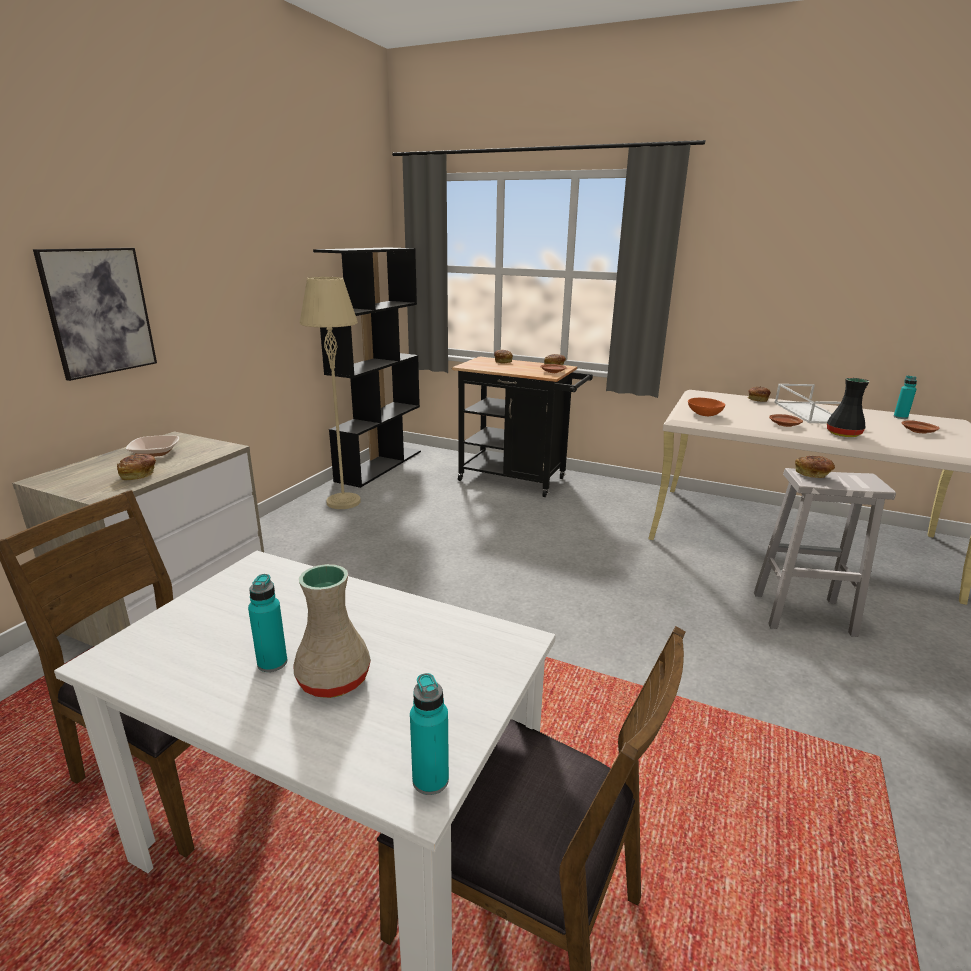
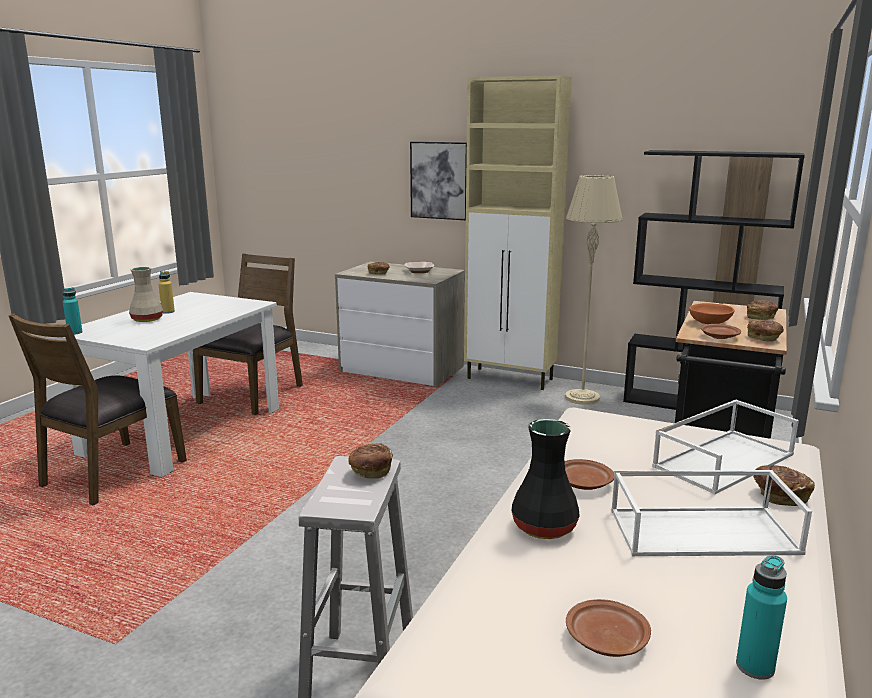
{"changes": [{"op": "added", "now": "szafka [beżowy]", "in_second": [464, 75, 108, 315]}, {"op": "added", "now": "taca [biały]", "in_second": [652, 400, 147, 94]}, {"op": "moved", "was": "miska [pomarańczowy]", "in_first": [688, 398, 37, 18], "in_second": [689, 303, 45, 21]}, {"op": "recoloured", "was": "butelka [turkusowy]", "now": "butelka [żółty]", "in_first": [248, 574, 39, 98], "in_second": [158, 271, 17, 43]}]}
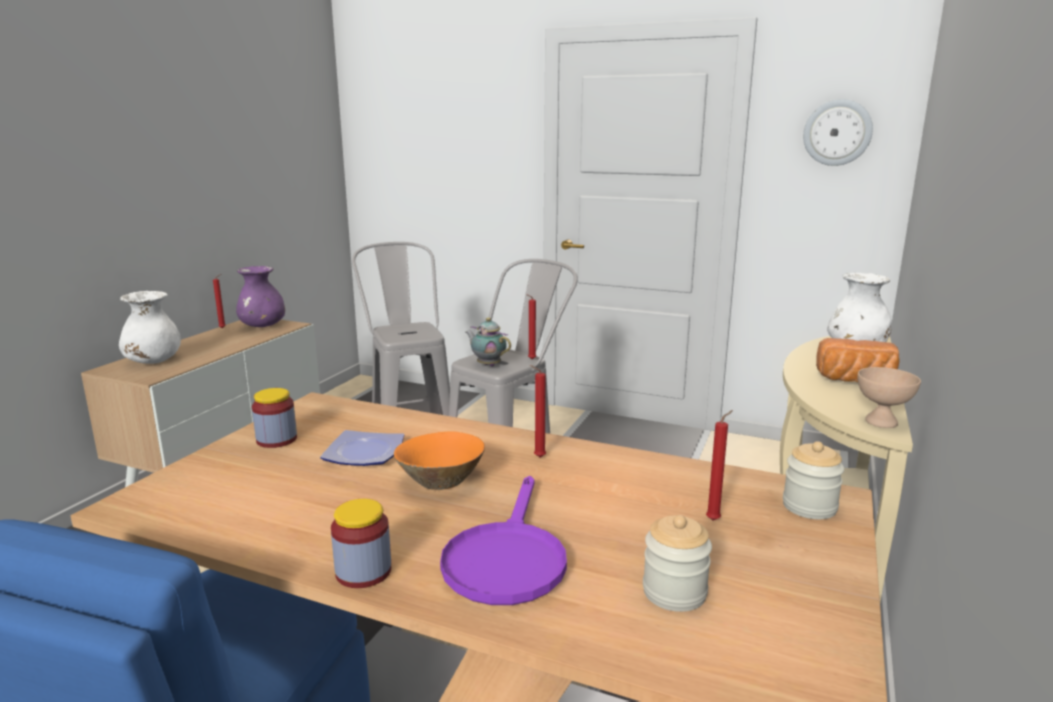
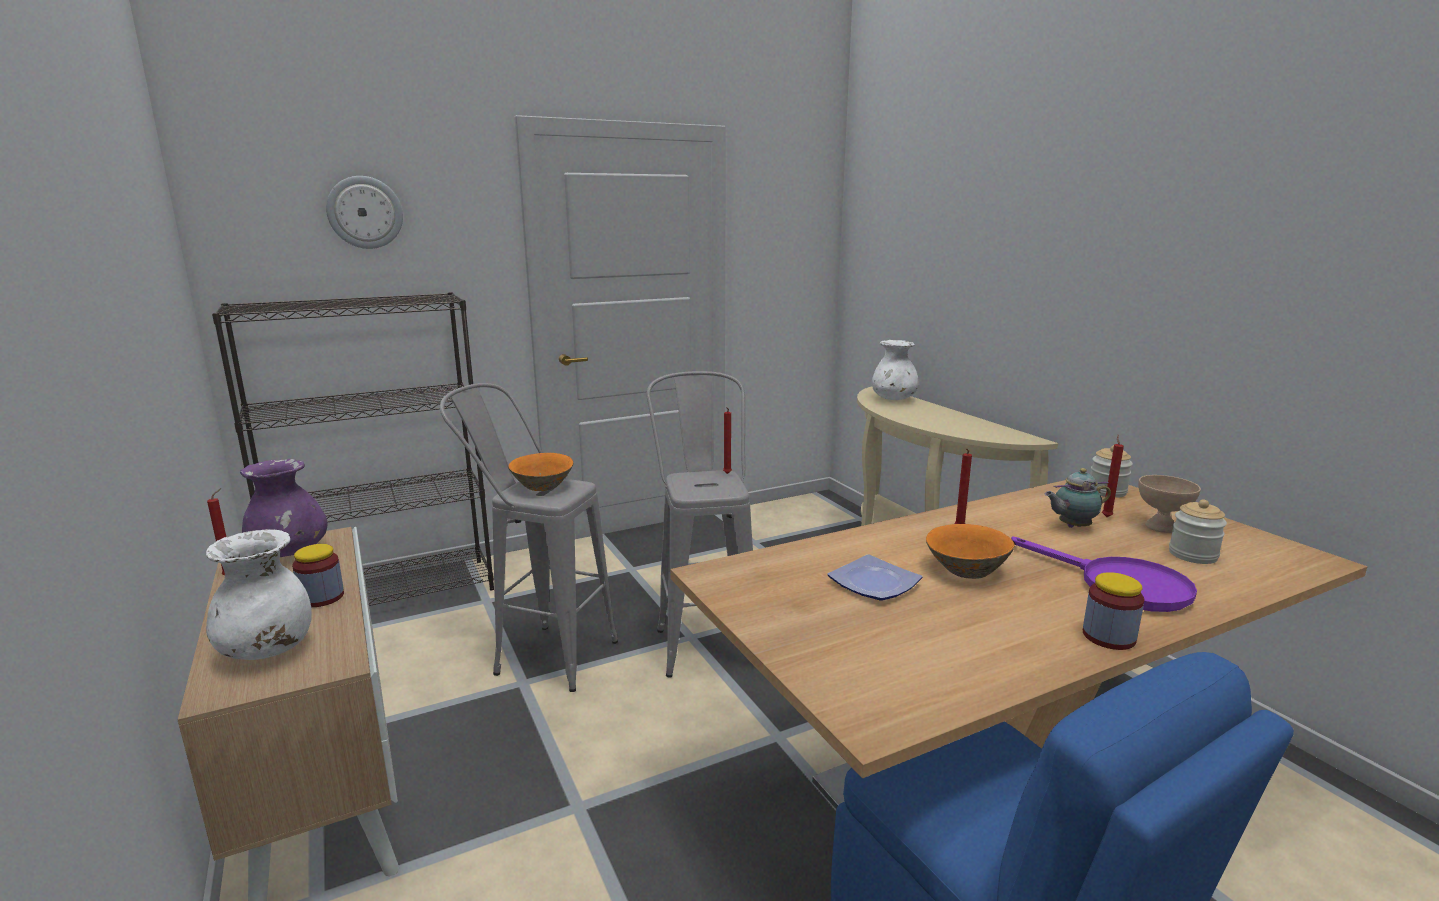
{"changes": [{"op": "removed", "was": "chleb", "in_first": [816, 338, 84, 44]}, {"op": "added", "now": "regał [czarny]", "in_second": [212, 292, 282, 314]}, {"op": "added", "now": "miska [pomarańczowy]", "in_second": [508, 453, 65, 38]}, {"op": "moved", "was": "słoik", "in_first": [252, 388, 45, 60], "in_second": [292, 544, 52, 63]}, {"op": "moved", "was": "imbryk", "in_first": [466, 317, 45, 49], "in_second": [1045, 468, 66, 60]}, {"op": "moved", "was": "zegar ścienny", "in_first": [803, 99, 70, 67], "in_second": [326, 176, 77, 73]}, {"op": "moved", "was": "miska [beżowy]", "in_first": [857, 367, 64, 61], "in_second": [1138, 475, 63, 58]}]}
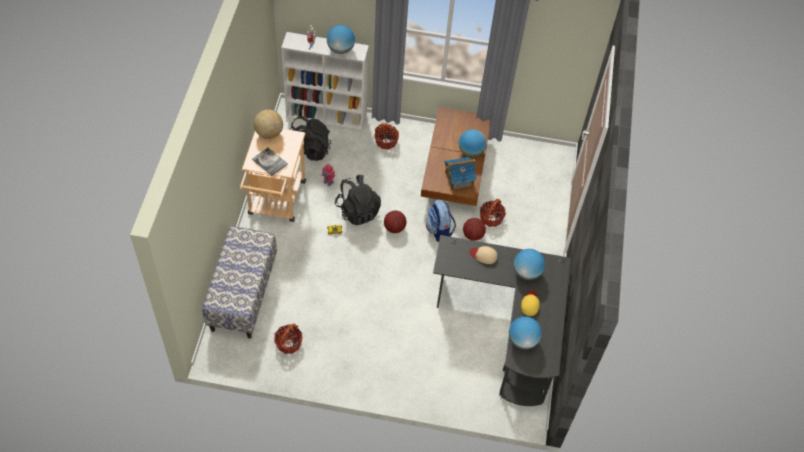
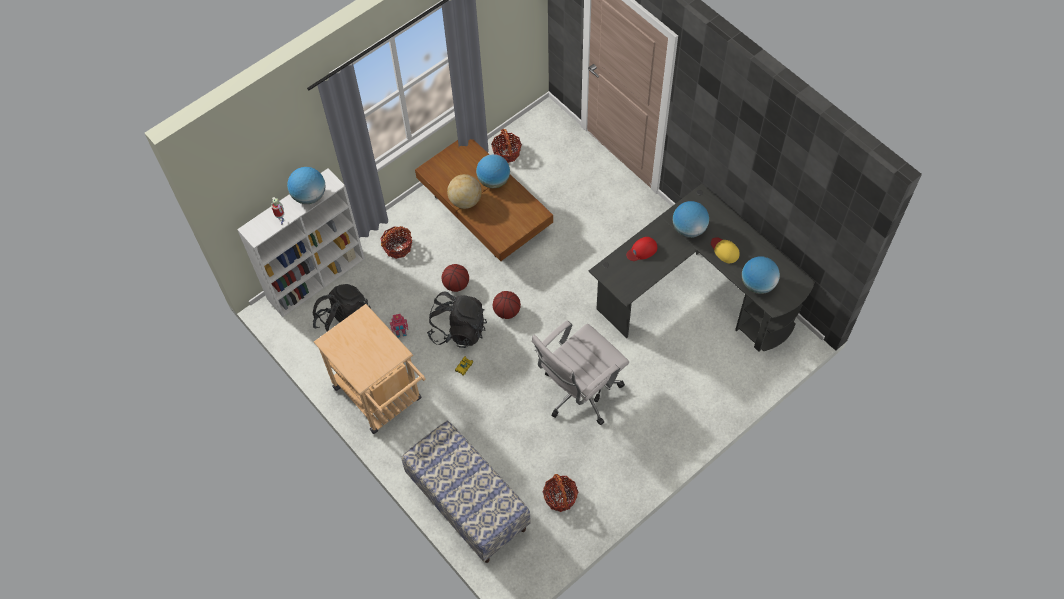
{"changes": [{"op": "removed", "was": "książka", "in_first": [252, 148, 36, 28]}, {"op": "removed", "was": "plecak", "in_first": [426, 200, 30, 42]}, {"op": "removed", "was": "domek", "in_first": [445, 157, 32, 34]}, {"op": "added", "now": "krzesło biurowe [biały]", "in_second": [532, 321, 97, 104]}, {"op": "moved", "was": "globus", "in_first": [254, 110, 29, 29], "in_second": [447, 174, 35, 35]}, {"op": "moved", "was": "piłka do koszykówki", "in_first": [463, 218, 23, 23], "in_second": [442, 264, 27, 28]}, {"op": "moved", "was": "koszyk", "in_first": [480, 199, 26, 28], "in_second": [491, 129, 31, 34]}, {"op": "recoloured", "was": "czapka z daszkiem [beżowy]", "now": "czapka z daszkiem [czerwony]", "in_first": [470, 246, 27, 18], "in_second": [626, 237, 31, 24]}]}
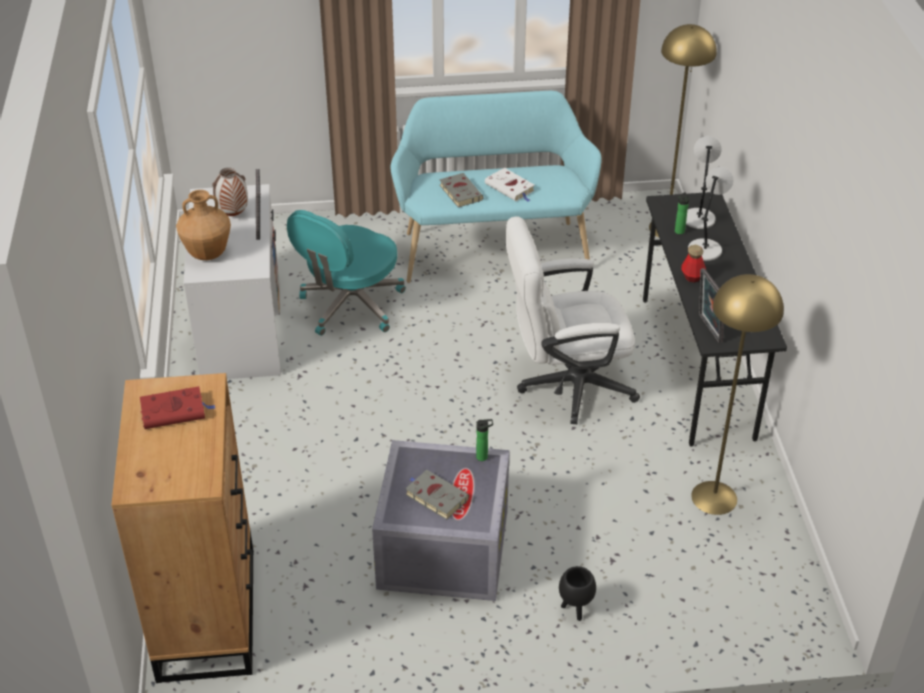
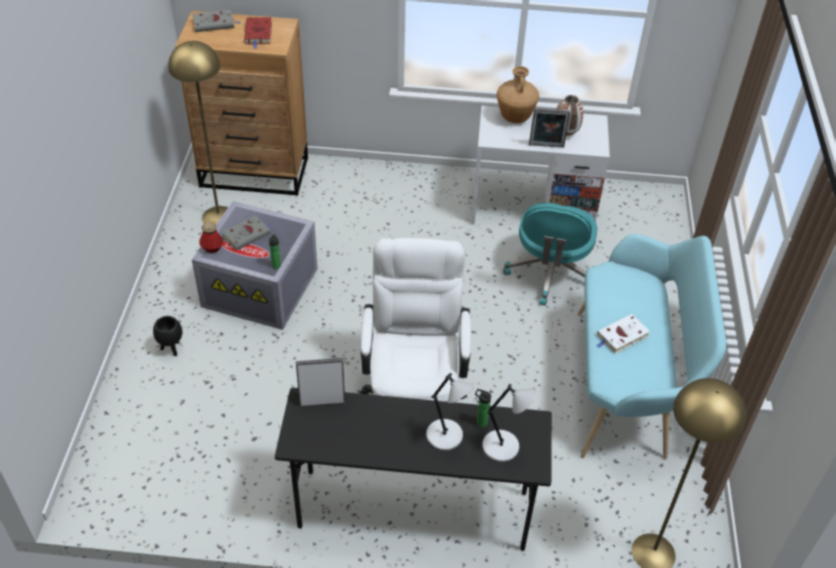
{"changes": [{"op": "moved", "was": "książka [szary]", "in_first": [439, 173, 44, 34], "in_second": [193, 10, 48, 22]}, {"op": "moved", "was": "butelka", "in_first": [681, 245, 25, 38], "in_second": [199, 223, 24, 30]}, {"op": "moved", "was": "lampa stojąca [żółty]", "in_first": [691, 274, 93, 241], "in_second": [168, 41, 60, 184]}, {"op": "turned", "was": "krzesło biurowe [turkusowy]", "in_first": [287, 210, 119, 126], "in_second": [503, 203, 94, 103], "clockwise": -120}]}
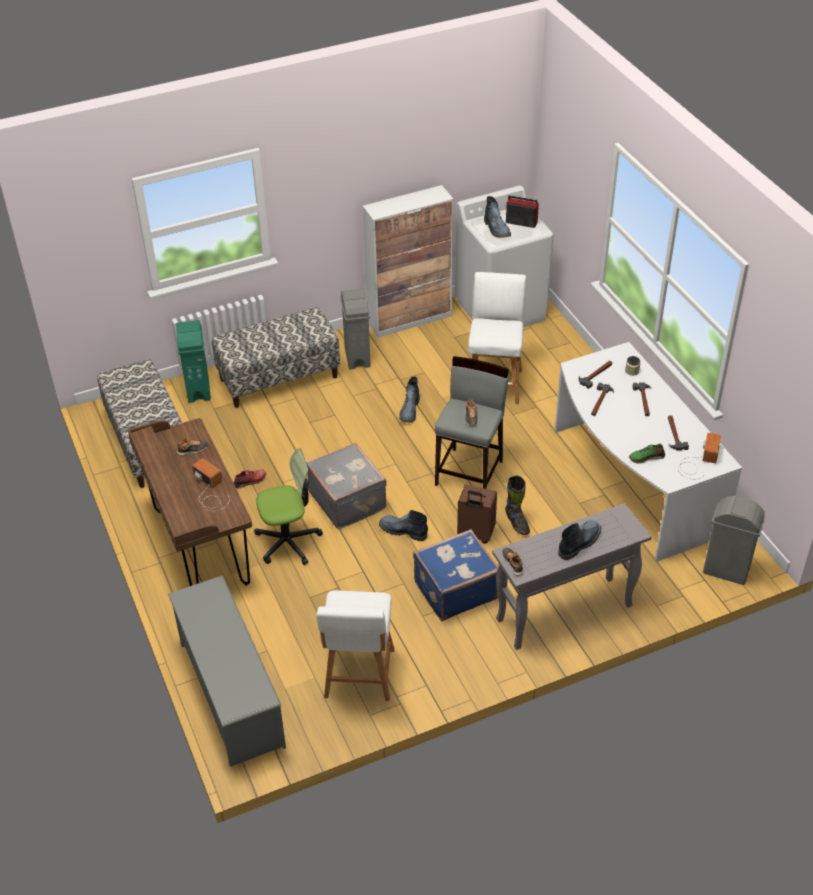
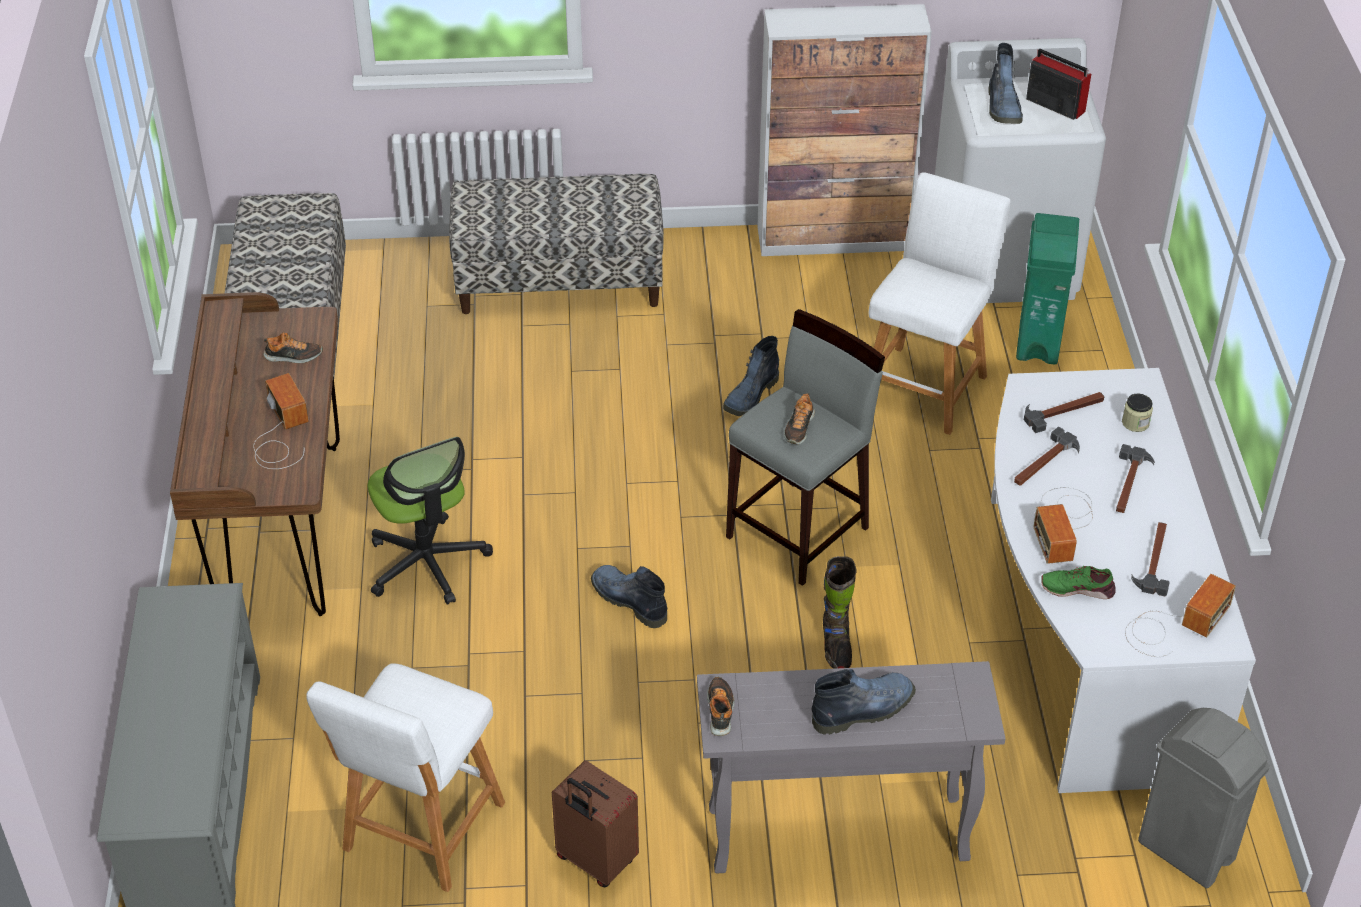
{"changes": [{"op": "removed", "was": "but [czerwony]", "in_first": [234, 470, 32, 18]}, {"op": "removed", "was": "walizka [szary]", "in_first": [307, 443, 80, 86]}, {"op": "removed", "was": "kosz na śmieci [szary]", "in_first": [340, 289, 31, 80]}, {"op": "removed", "was": "walizka [niebieski]", "in_first": [413, 529, 85, 92]}, {"op": "added", "now": "radio", "in_second": [1034, 487, 59, 77]}, {"op": "moved", "was": "kosz na śmieci [zielony]", "in_first": [176, 320, 35, 83], "in_second": [1016, 213, 63, 152]}, {"op": "moved", "was": "walizka [brązowy]", "in_first": [457, 485, 40, 59], "in_second": [552, 760, 87, 127]}, {"op": "turned", "was": "krzesło biurowe", "in_first": [254, 448, 69, 117], "in_second": [368, 437, 125, 168], "clockwise": 60}]}
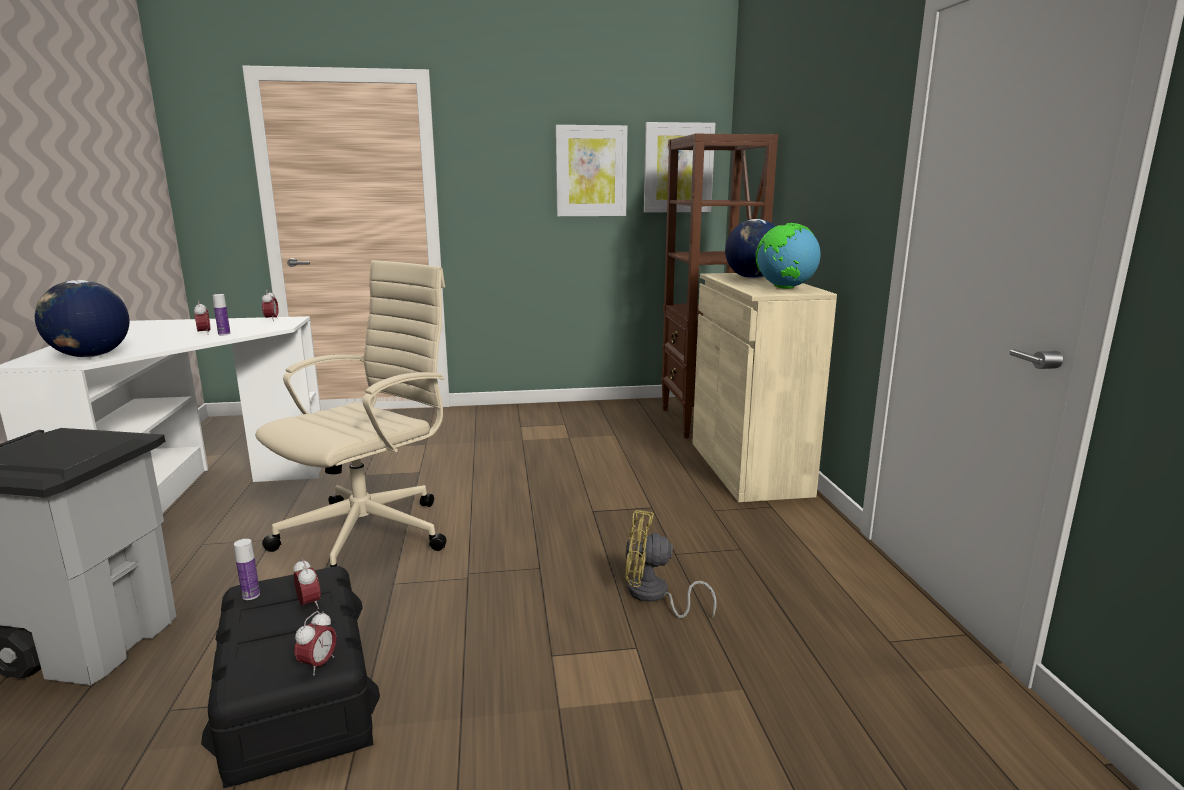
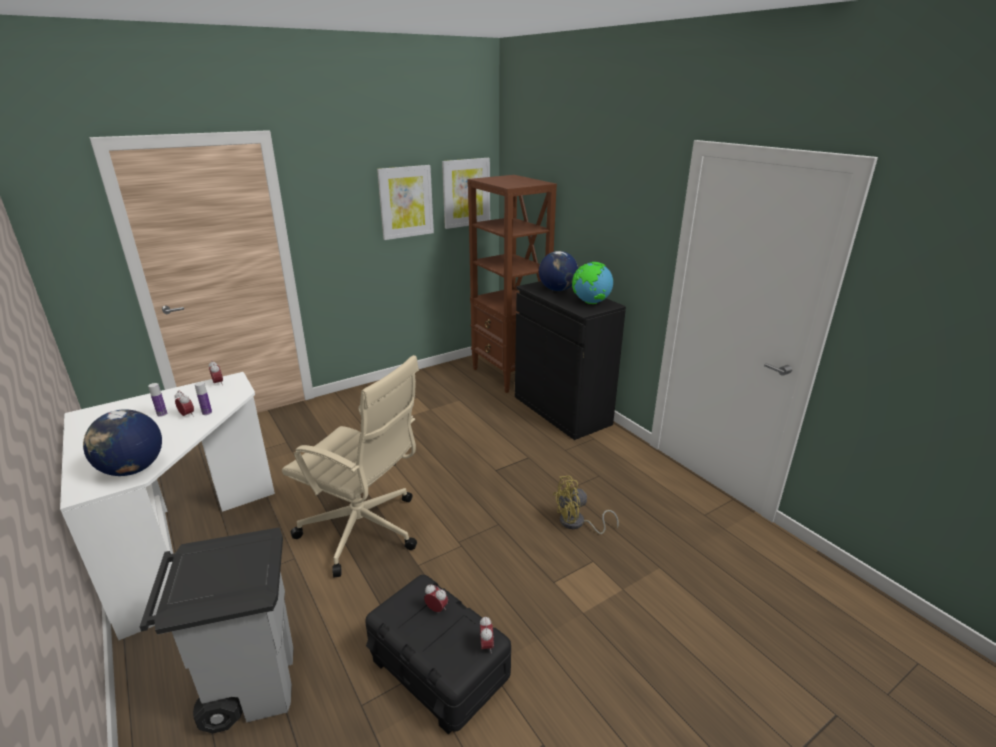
{"changes": [{"op": "moved", "was": "butelka", "in_first": [234, 539, 26, 61], "in_second": [148, 383, 19, 34]}, {"op": "recoloured", "was": "szafka [beżowy]", "now": "szafka [czarny]", "in_first": [692, 273, 145, 229], "in_second": [515, 281, 111, 159]}, {"op": "turned", "was": "krzesło biurowe [beżowy]", "in_first": [255, 260, 192, 307], "in_second": [282, 355, 137, 222], "clockwise": 105}]}
